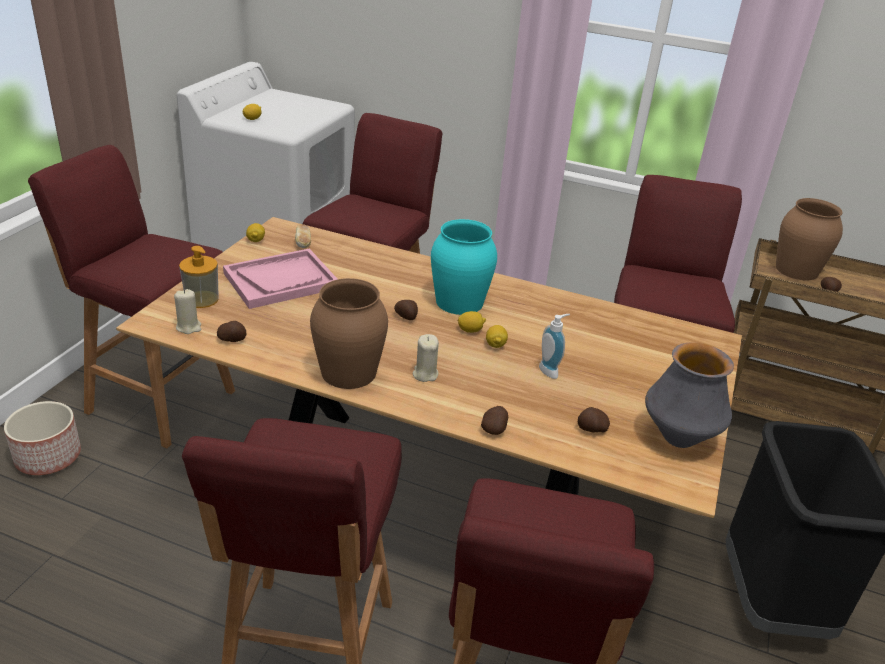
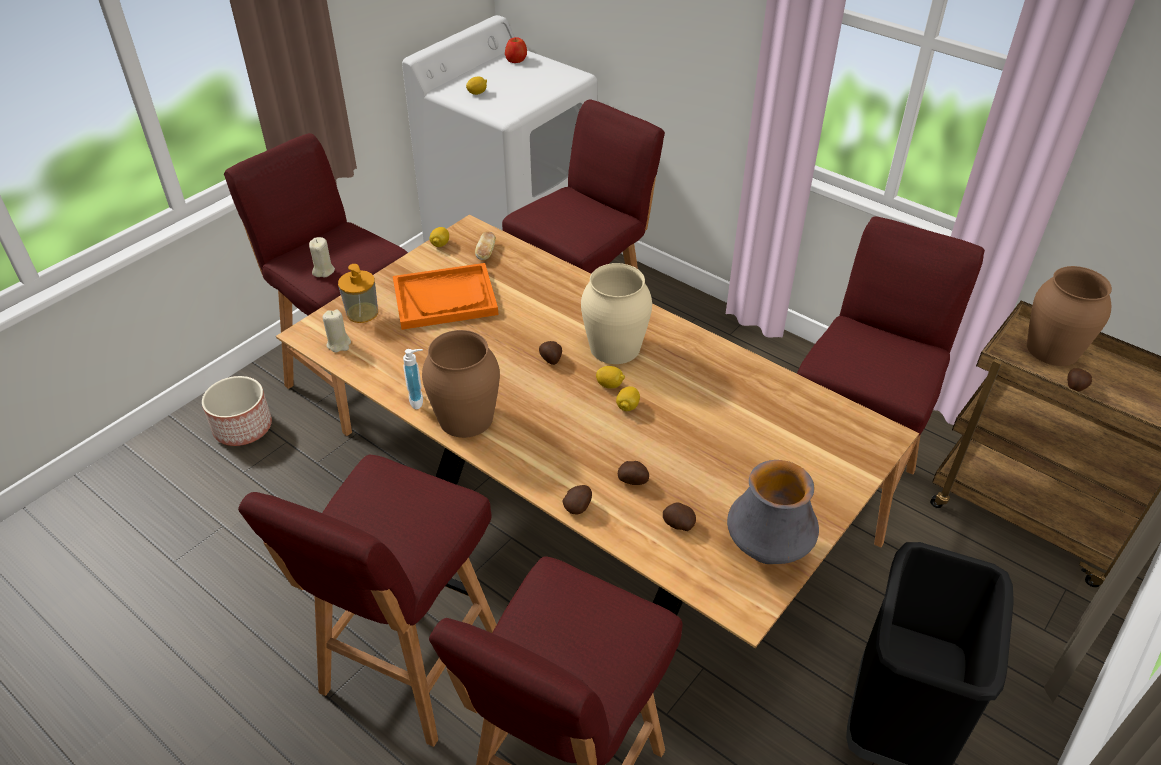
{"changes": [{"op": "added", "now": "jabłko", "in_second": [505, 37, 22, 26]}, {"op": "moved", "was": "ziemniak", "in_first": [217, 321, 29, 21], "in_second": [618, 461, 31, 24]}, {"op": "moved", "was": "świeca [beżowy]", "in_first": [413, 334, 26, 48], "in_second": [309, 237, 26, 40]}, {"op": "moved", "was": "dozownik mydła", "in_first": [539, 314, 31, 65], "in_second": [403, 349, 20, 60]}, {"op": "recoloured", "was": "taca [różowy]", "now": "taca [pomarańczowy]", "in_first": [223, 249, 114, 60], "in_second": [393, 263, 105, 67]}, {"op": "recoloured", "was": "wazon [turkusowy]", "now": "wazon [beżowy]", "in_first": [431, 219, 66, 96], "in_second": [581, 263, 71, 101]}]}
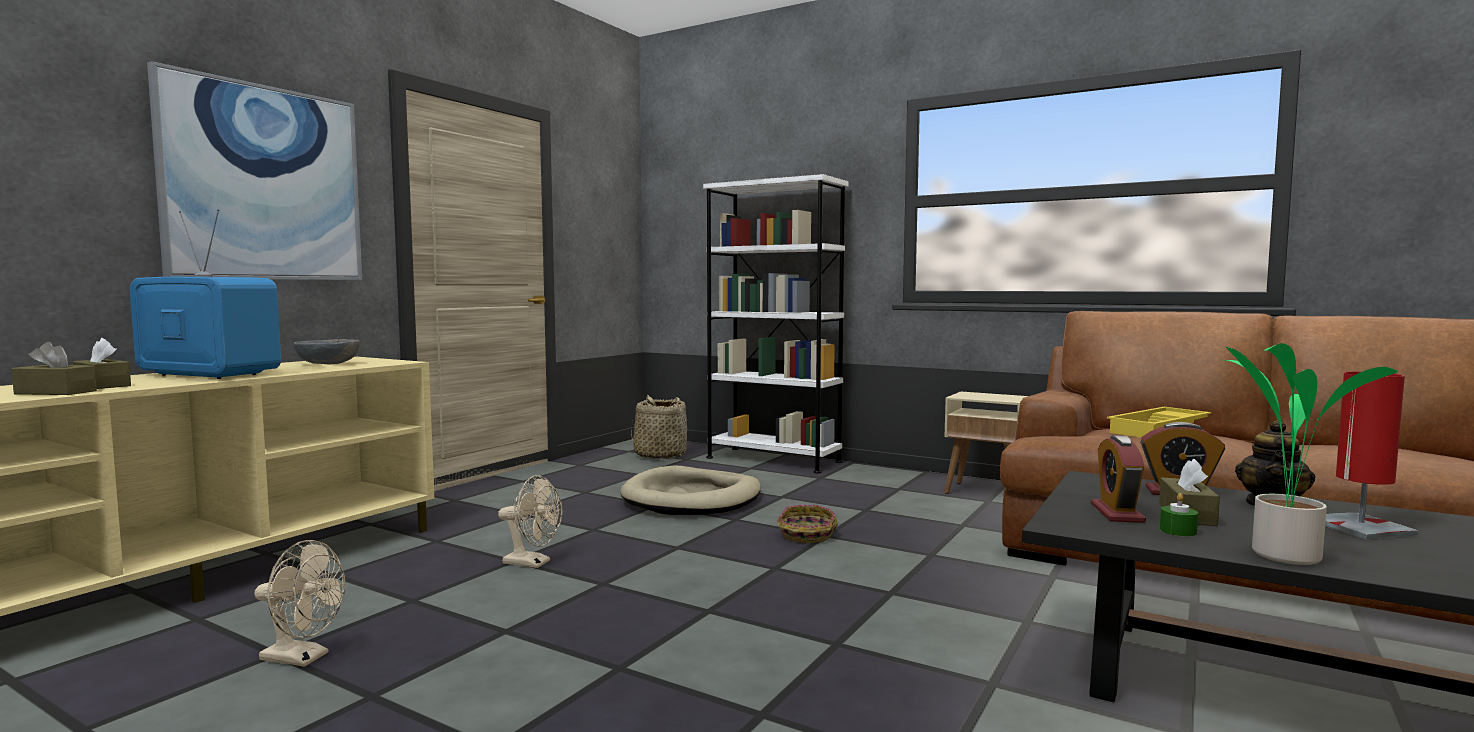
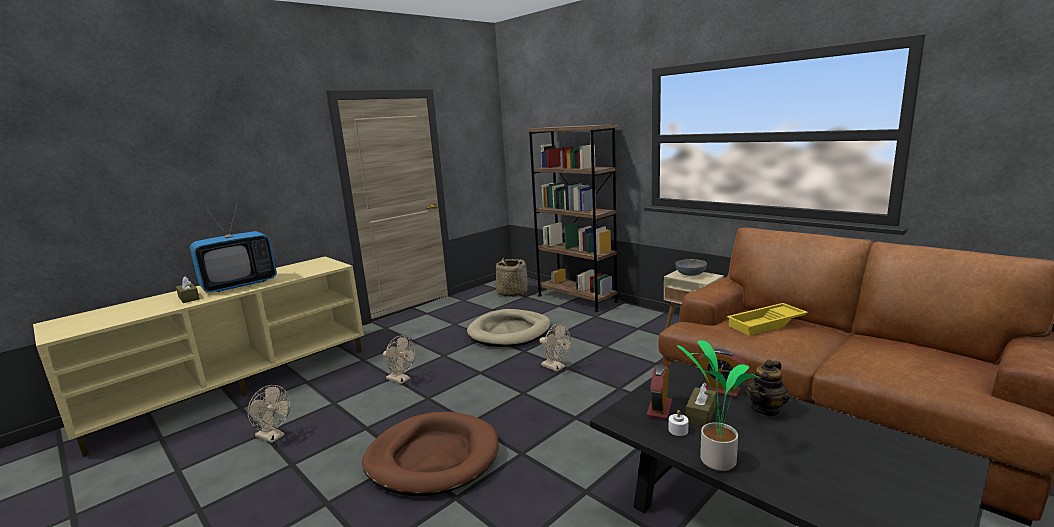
{"changes": [{"op": "removed", "was": "pudełko chusteczek [brązowy]", "in_first": [11, 342, 86, 53]}, {"op": "removed", "was": "obraz", "in_first": [147, 61, 215, 219]}, {"op": "removed", "was": "lampa stołowa [czerwony]", "in_first": [1325, 372, 93, 167]}, {"op": "added", "now": "legowisko [brązowy]", "in_second": [362, 412, 136, 85]}, {"op": "moved", "was": "miska [szary]", "in_first": [294, 339, 66, 25], "in_second": [675, 259, 32, 17]}, {"op": "replaced", "was": "koszyk", "now": "wentylator [beżowy]", "in_first": [777, 505, 61, 38], "in_second": [539, 324, 32, 48]}, {"op": "recoloured", "was": "regał [biały]", "now": "regał [brązowy]", "in_first": [703, 174, 146, 299], "in_second": [527, 124, 91, 188]}, {"op": "recoloured", "was": "świeca [zielony]", "now": "świeca [biały]", "in_first": [1160, 493, 38, 44], "in_second": [669, 410, 20, 26]}, {"op": "turned", "was": "telewizor", "in_first": [129, 209, 152, 170], "in_second": [190, 202, 87, 91], "clockwise": 105}]}
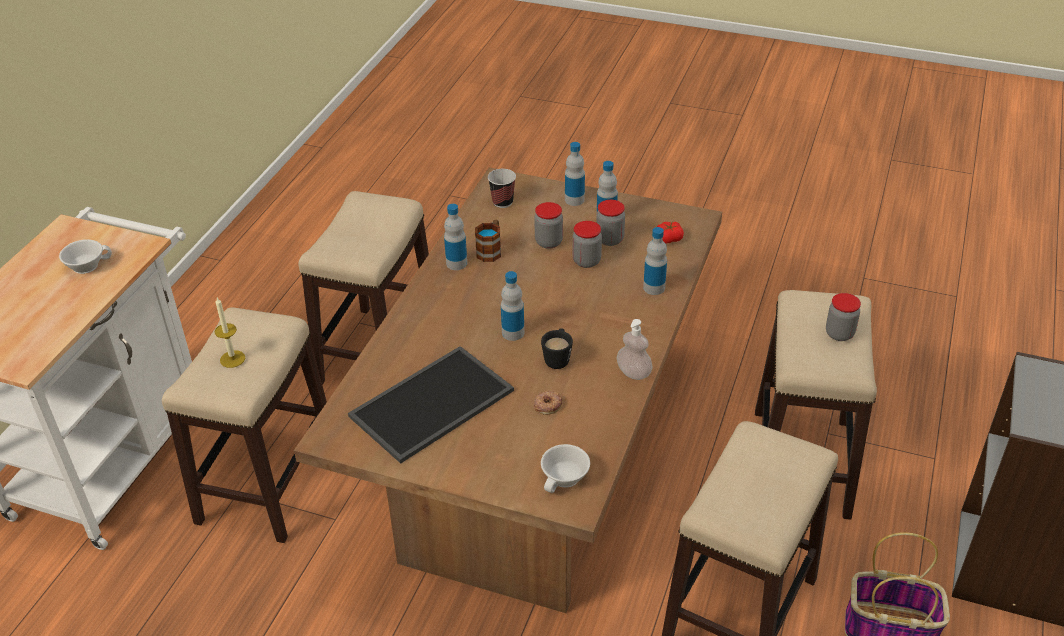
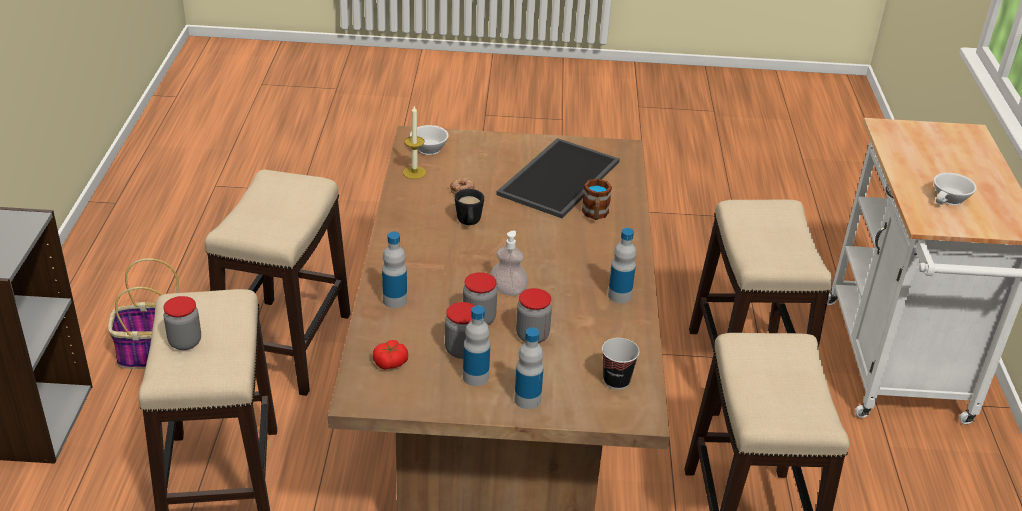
{"changes": [{"op": "removed", "was": "butelka", "in_first": [501, 271, 23, 70]}, {"op": "moved", "was": "świeca", "in_first": [214, 298, 31, 70], "in_second": [403, 106, 23, 73]}, {"op": "moved", "was": "kubek", "in_first": [475, 220, 26, 42], "in_second": [582, 179, 30, 41]}, {"op": "moved", "was": "dozownik mydła", "in_first": [617, 319, 36, 61], "in_second": [490, 230, 38, 66]}]}
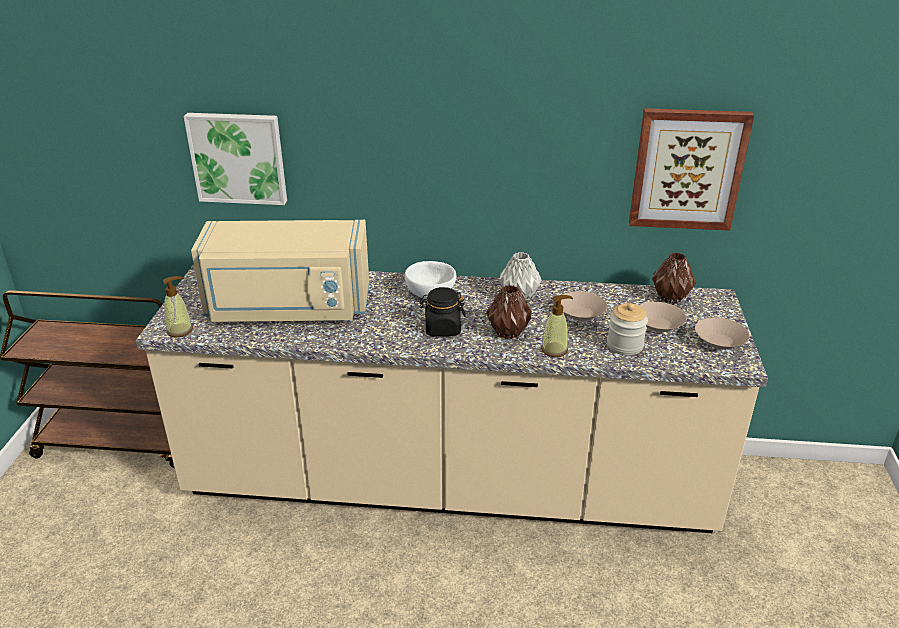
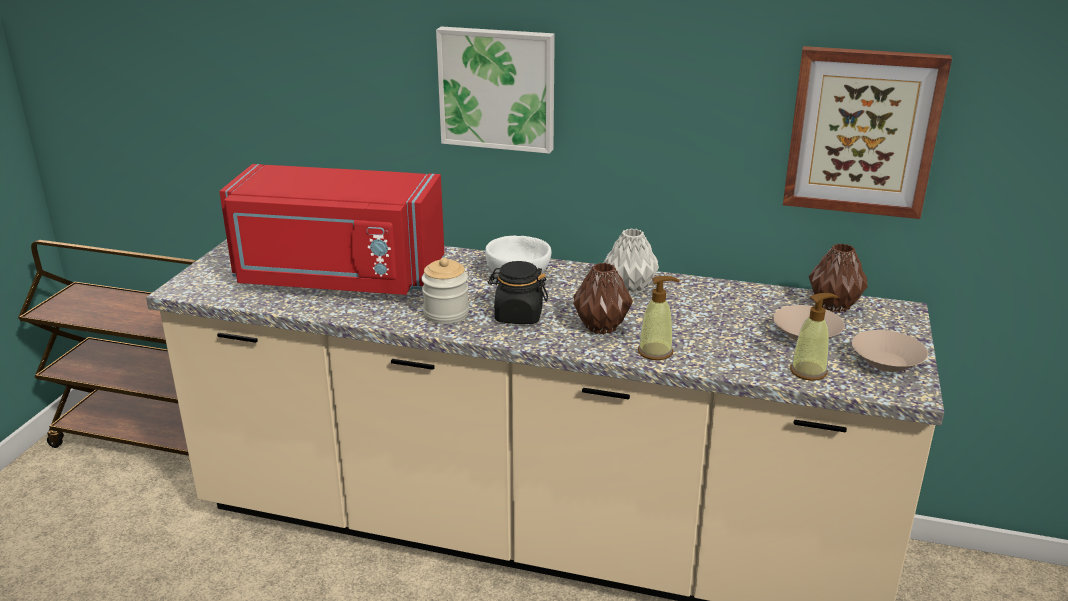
{"changes": [{"op": "removed", "was": "miska [beżowy]", "in_first": [561, 291, 46, 30]}, {"op": "moved", "was": "dozownik mydła", "in_first": [163, 276, 30, 61], "in_second": [790, 293, 48, 88]}, {"op": "moved", "was": "obraz", "in_first": [184, 113, 103, 92], "in_second": [436, 26, 119, 128]}, {"op": "moved", "was": "słoik", "in_first": [607, 303, 41, 52], "in_second": [421, 258, 48, 66]}, {"op": "recoloured", "was": "mikrofalówka [beżowy]", "now": "mikrofalówka [czerwony]", "in_first": [191, 220, 178, 102], "in_second": [219, 164, 226, 131]}]}
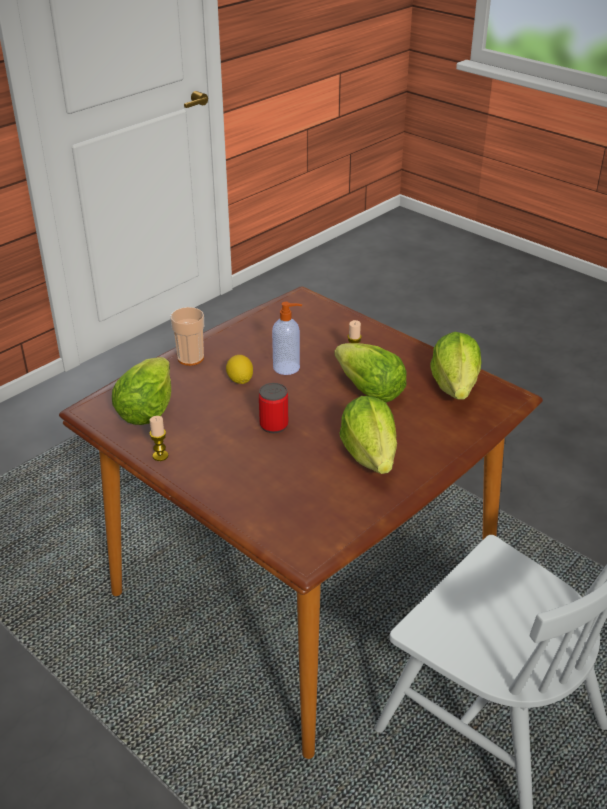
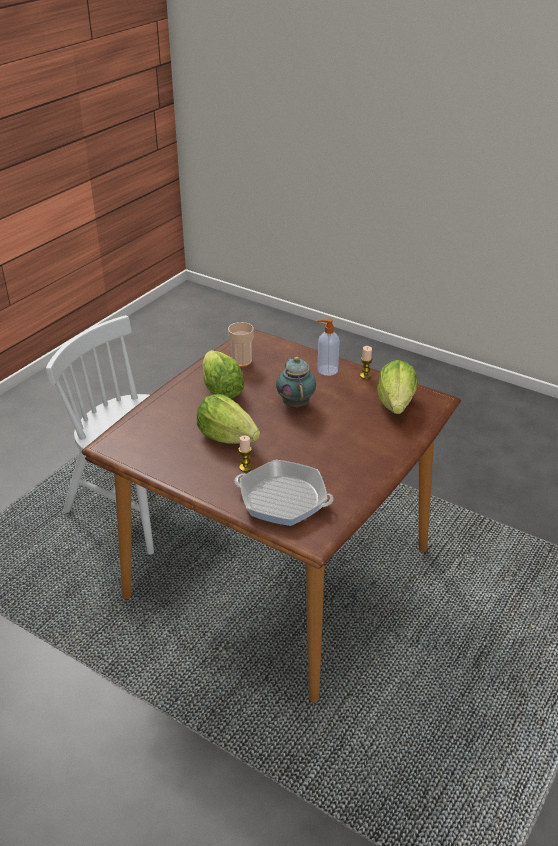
{"changes": [{"op": "removed", "was": "cytryna", "in_first": [226, 355, 27, 29]}, {"op": "removed", "was": "sałata", "in_first": [430, 332, 51, 68]}, {"op": "added", "now": "patelnia", "in_second": [235, 460, 99, 66]}, {"op": "moved", "was": "filiżanka", "in_first": [170, 307, 34, 59], "in_second": [228, 322, 26, 45]}, {"op": "moved", "was": "dozownik mydła", "in_first": [272, 302, 30, 73], "in_second": [317, 319, 23, 57]}, {"op": "replaced", "was": "puszka", "now": "imbryk", "in_first": [259, 383, 29, 50], "in_second": [276, 356, 40, 51]}]}
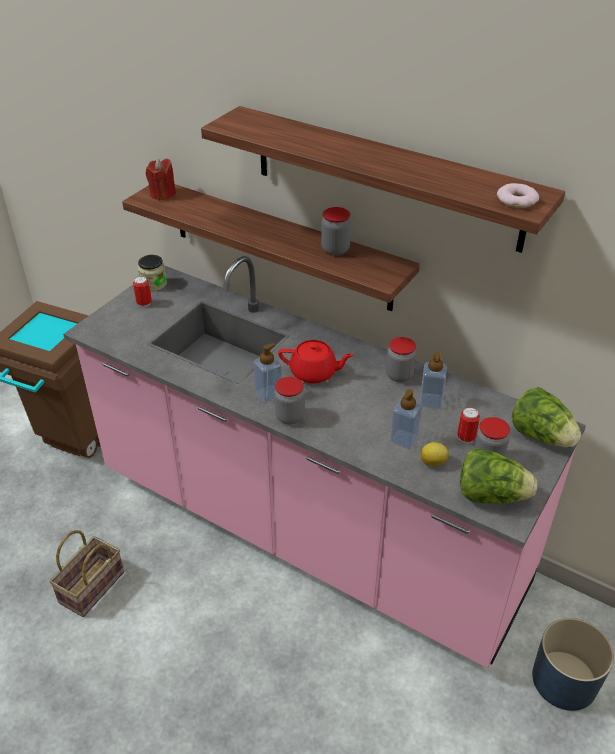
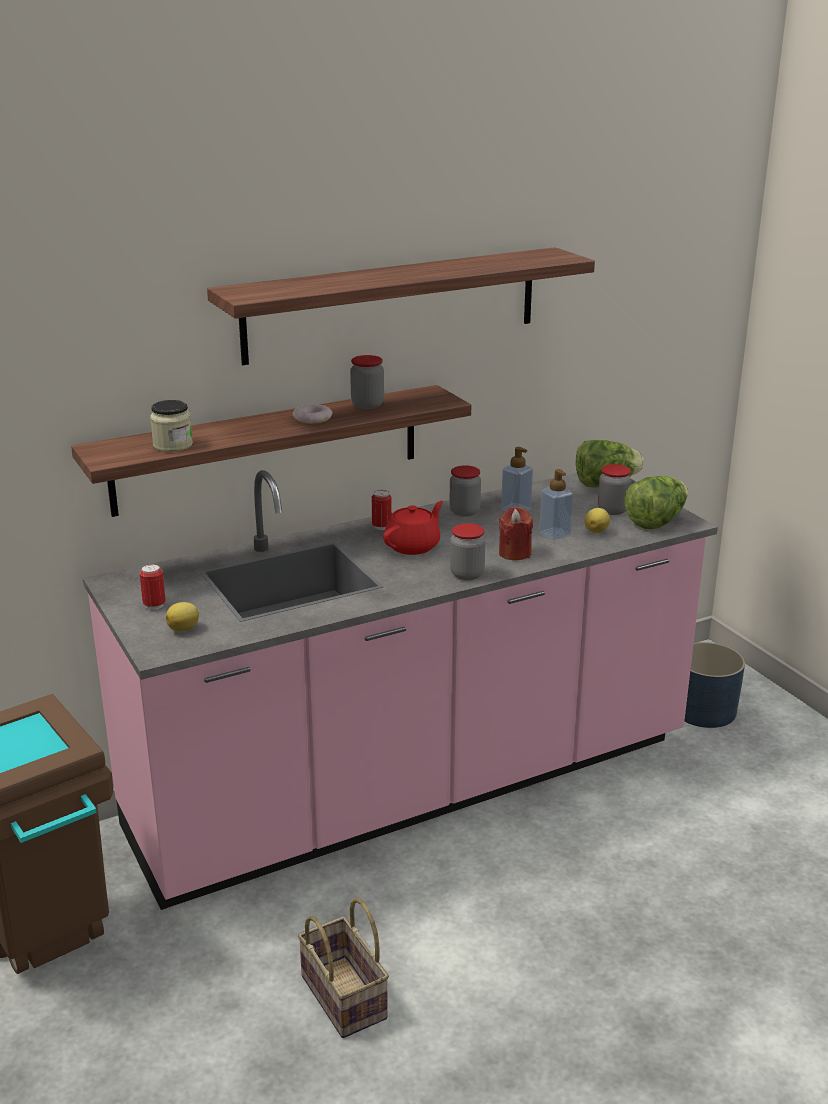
{"changes": [{"op": "removed", "was": "dozownik mydła", "in_first": [253, 343, 29, 60]}, {"op": "added", "now": "cytryna", "in_second": [166, 602, 33, 30]}, {"op": "moved", "was": "słoik", "in_first": [138, 255, 29, 37], "in_second": [150, 400, 43, 52]}, {"op": "moved", "was": "świeca [czerwony]", "in_first": [146, 158, 30, 42], "in_second": [499, 507, 34, 53]}, {"op": "moved", "was": "puszka", "in_first": [457, 407, 23, 36], "in_second": [372, 490, 20, 40]}, {"op": "moved", "was": "donut", "in_first": [497, 183, 42, 25], "in_second": [293, 404, 39, 20]}]}
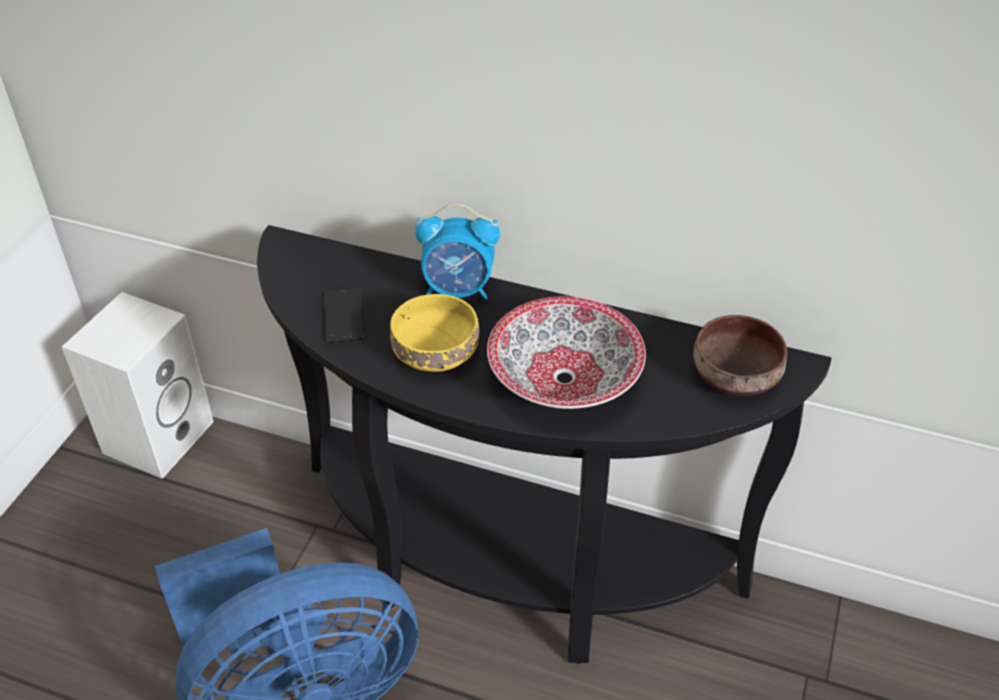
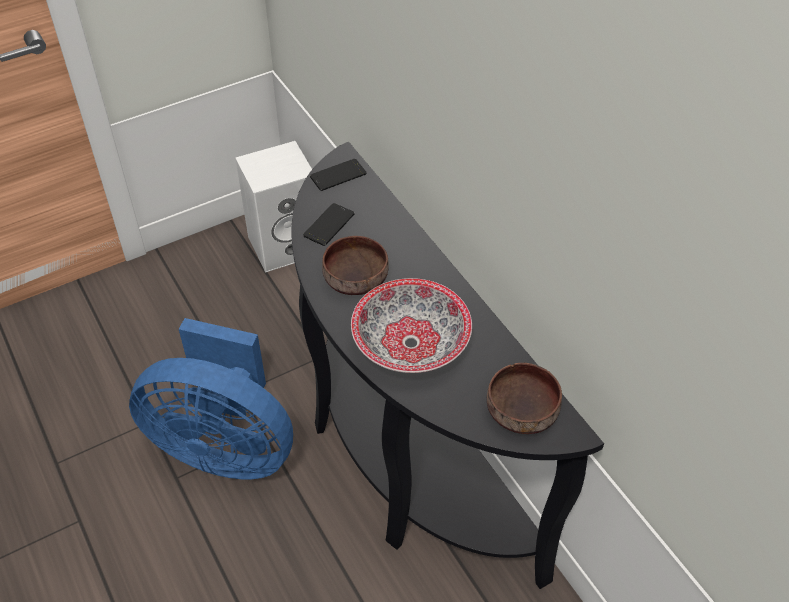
{"changes": [{"op": "removed", "was": "budzik", "in_first": [415, 203, 85, 97]}, {"op": "added", "now": "telefon", "in_second": [310, 159, 57, 32]}, {"op": "recoloured", "was": "miska [żółty]", "now": "miska [brązowy]", "in_first": [390, 294, 90, 78], "in_second": [322, 236, 67, 59]}]}
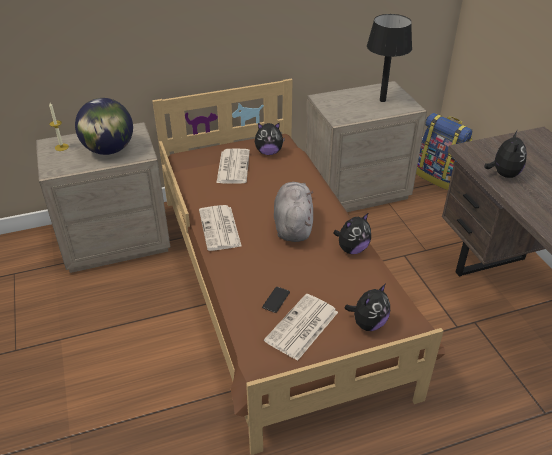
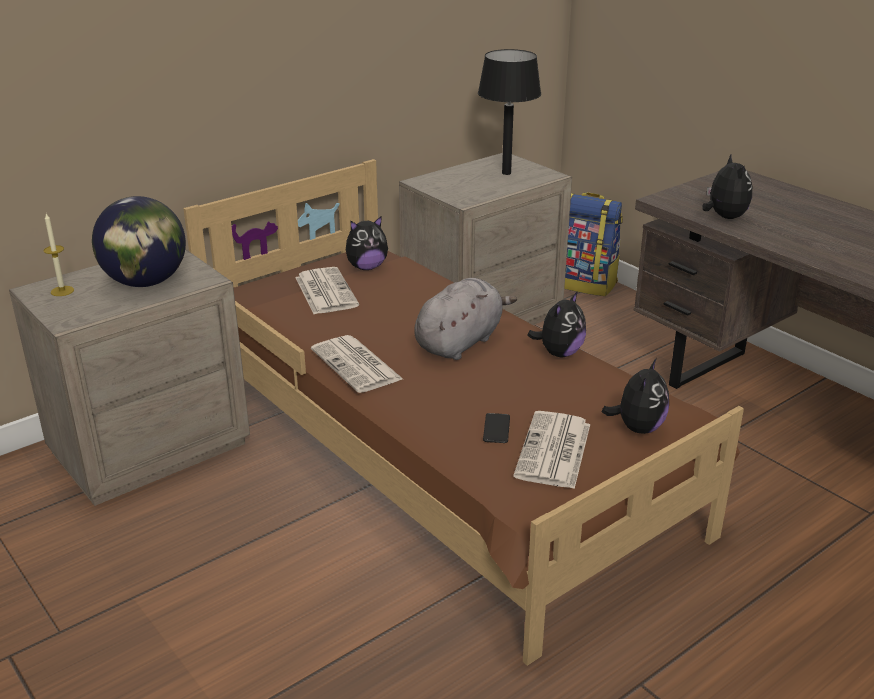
{"changes": [{"op": "turned", "was": "pluszak [szary]", "in_first": [274, 182, 39, 60], "in_second": [414, 278, 103, 82], "clockwise": 60}]}
